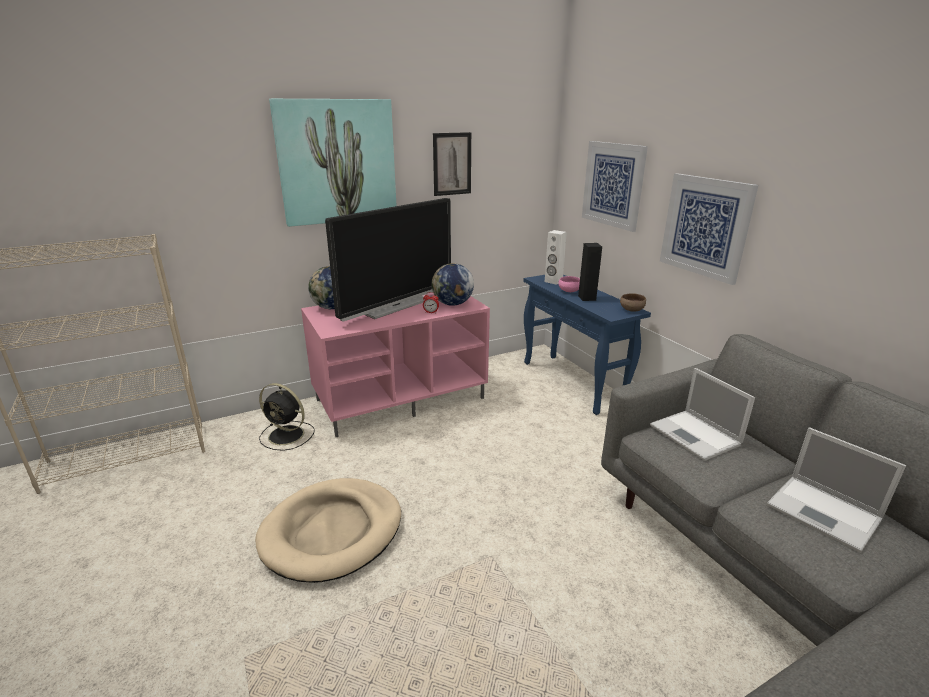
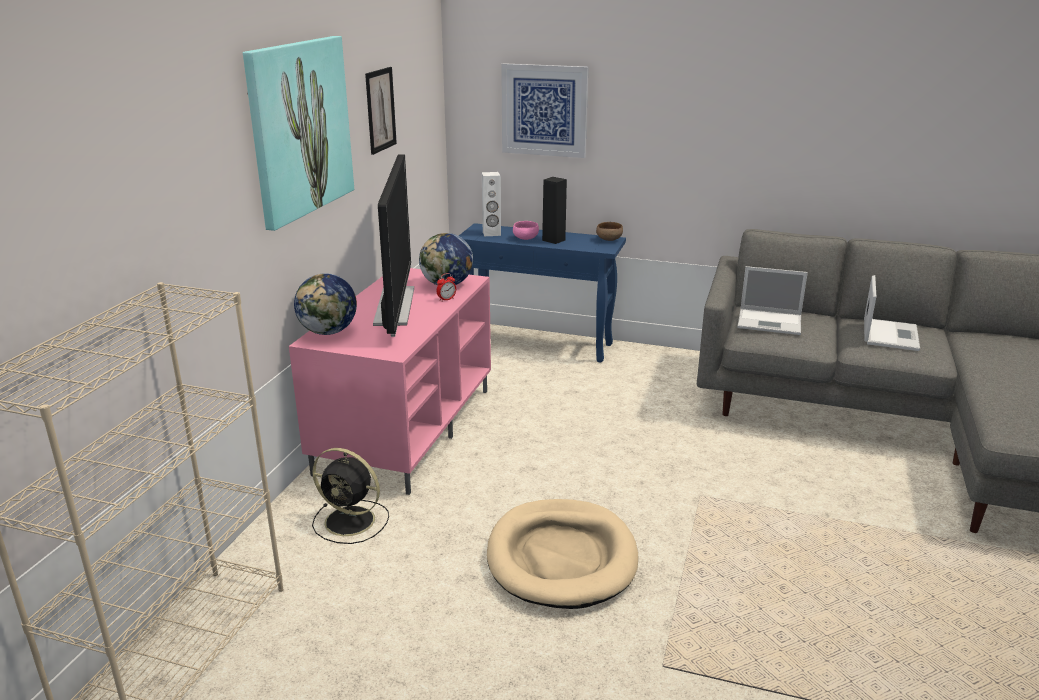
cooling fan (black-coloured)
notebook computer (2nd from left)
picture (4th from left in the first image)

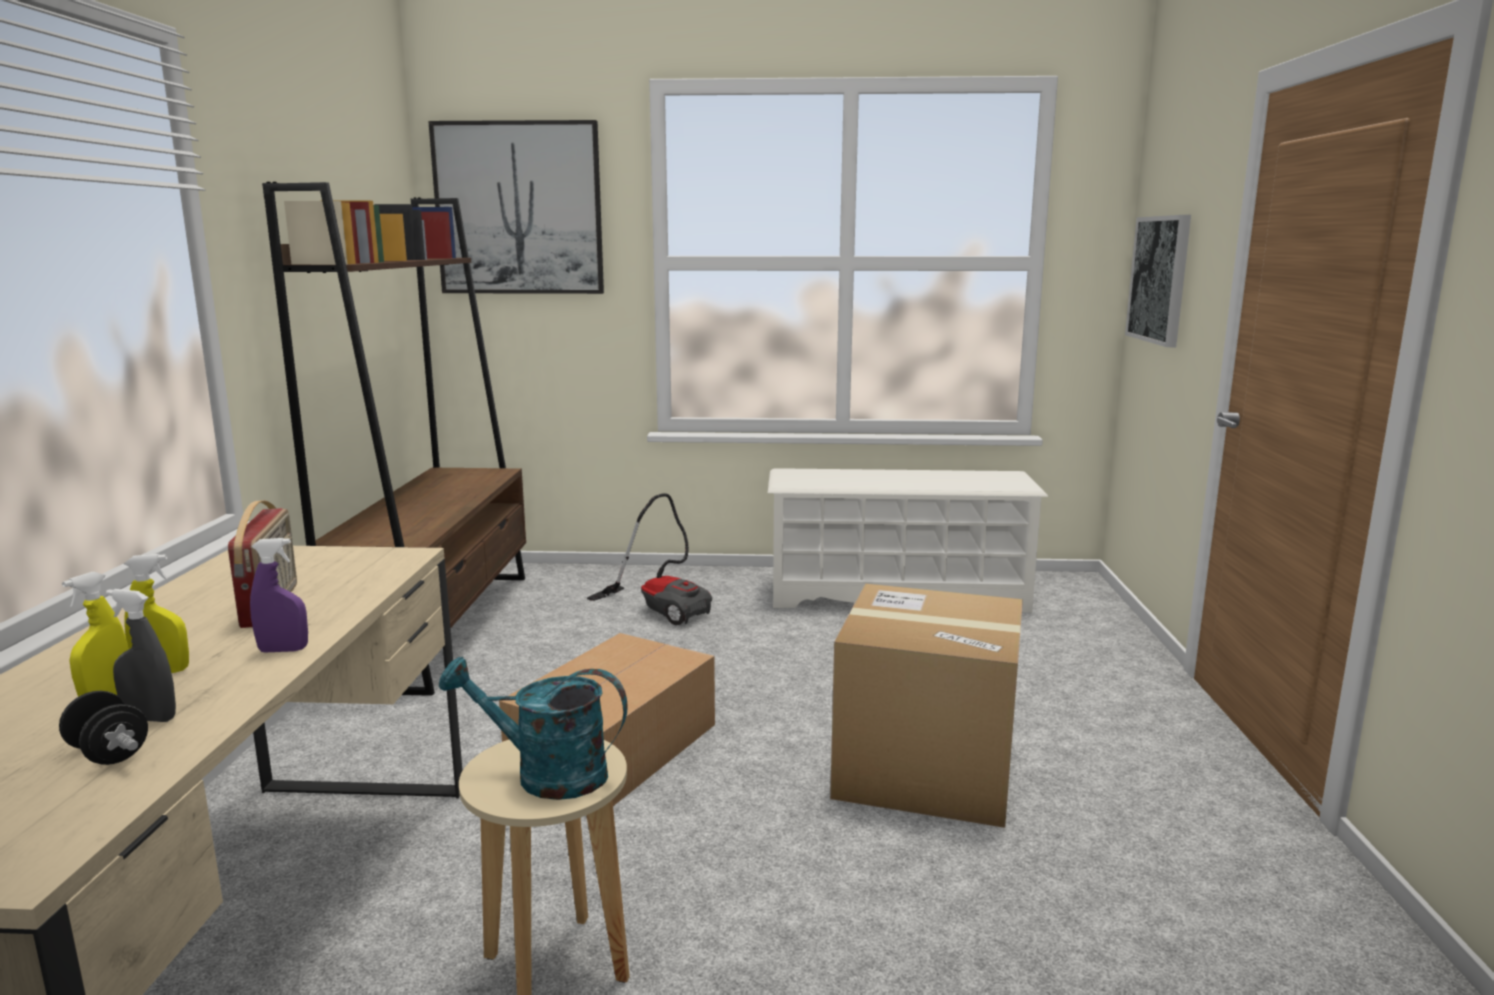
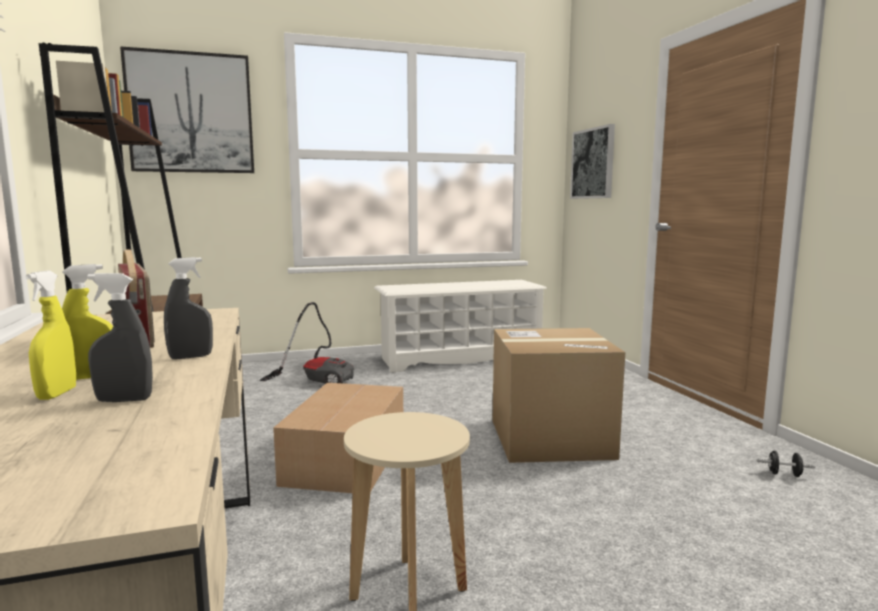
hand sprayer (greyish) (2nd from left)
hand weight (black-coloured)
watering pot (turquoise)

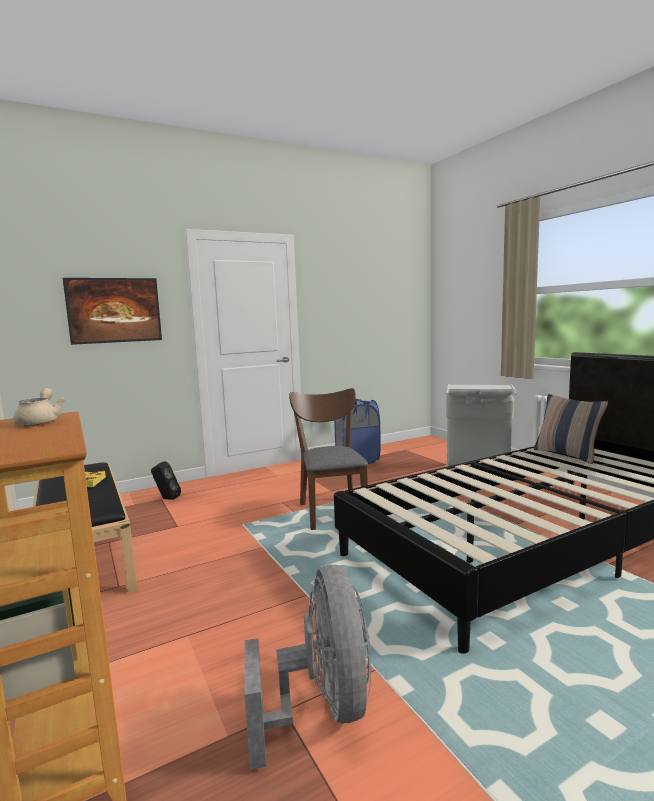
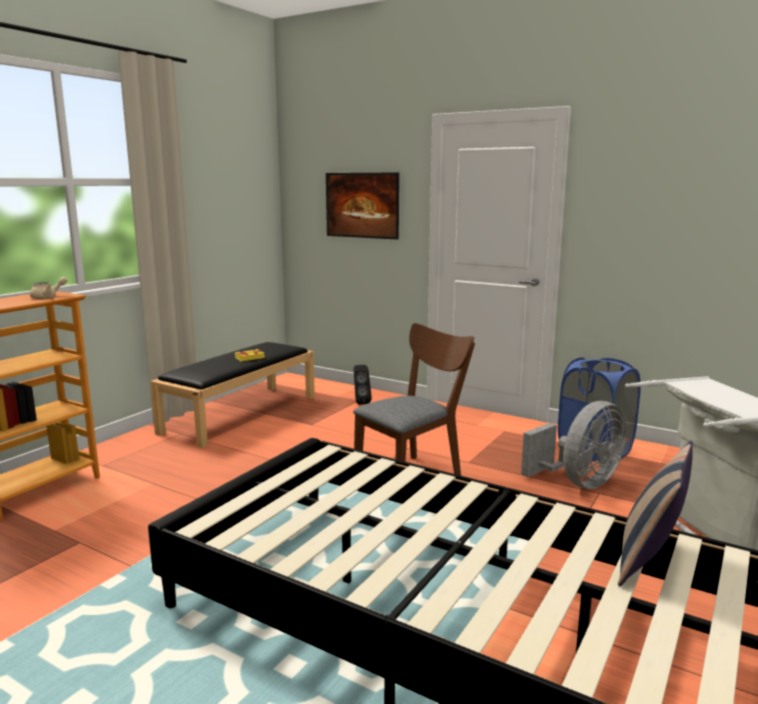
cooling fan (greyish)

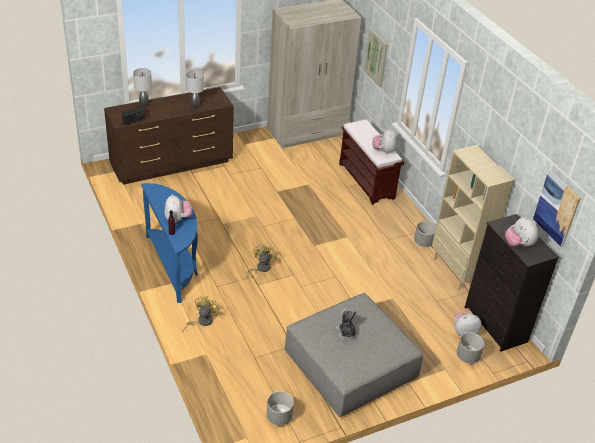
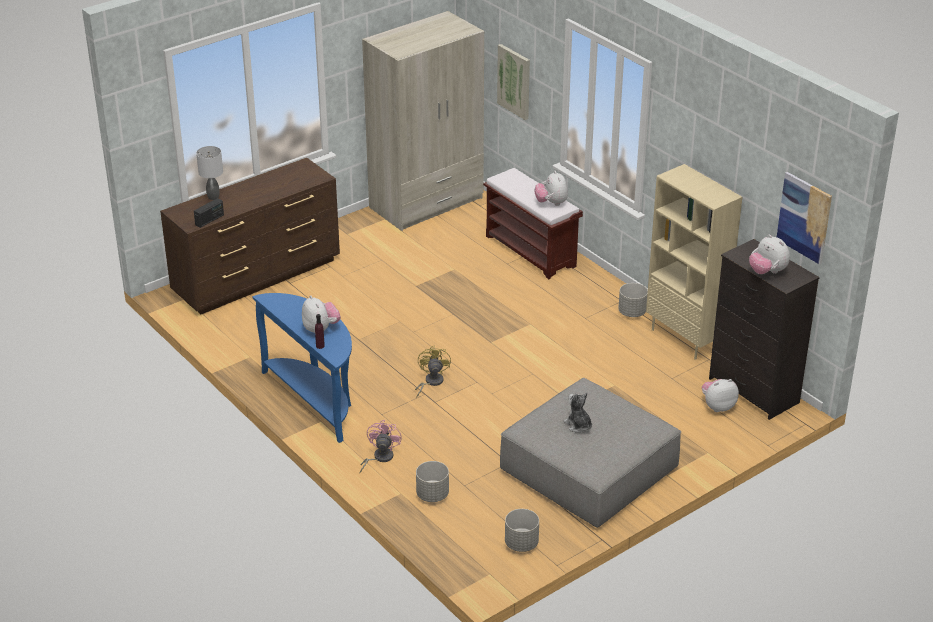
cooling fan (pink)
planter (greyish) (1st from left)
table lamp (greyish) (2nd from left in the first image)

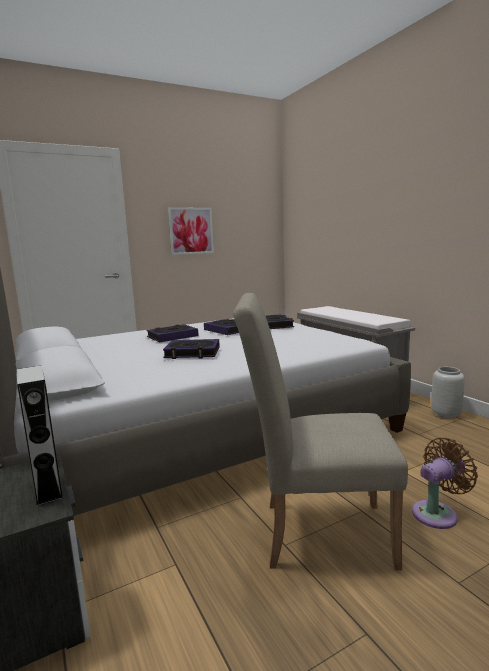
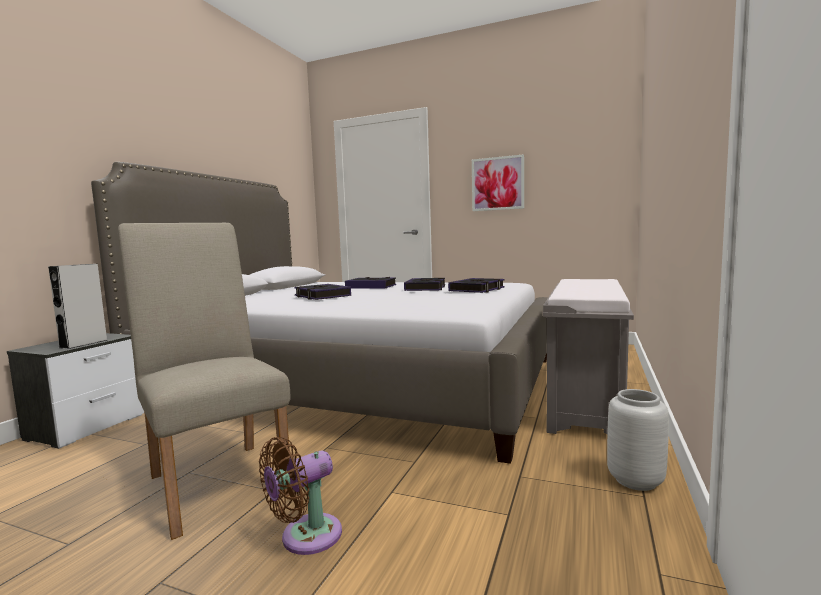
cooling fan (brownish)

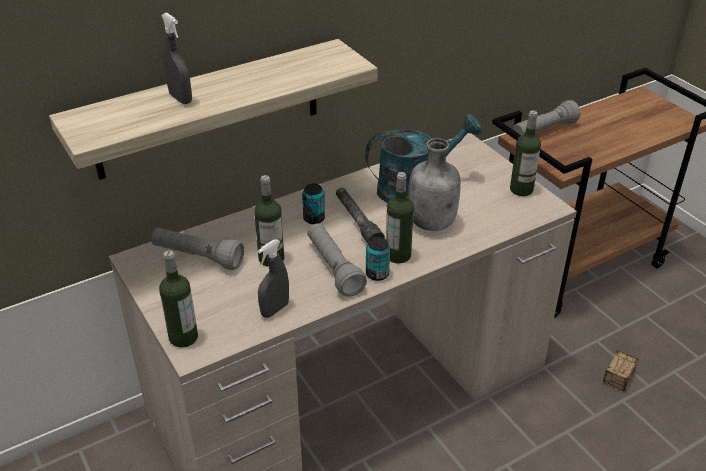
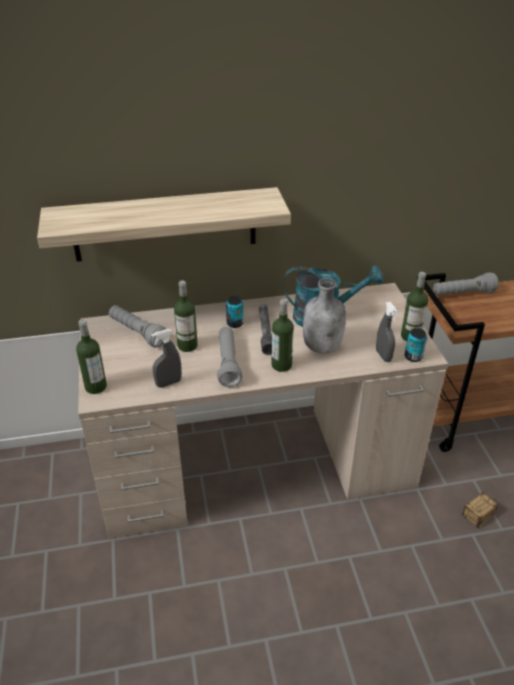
hand sprayer (greyish) (2nd from left)
can (2nd from left)

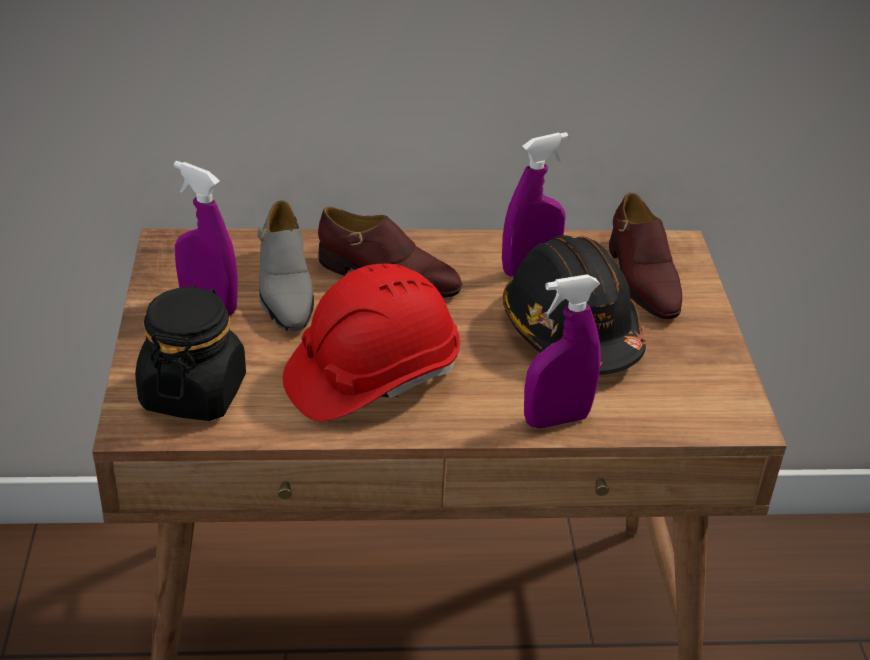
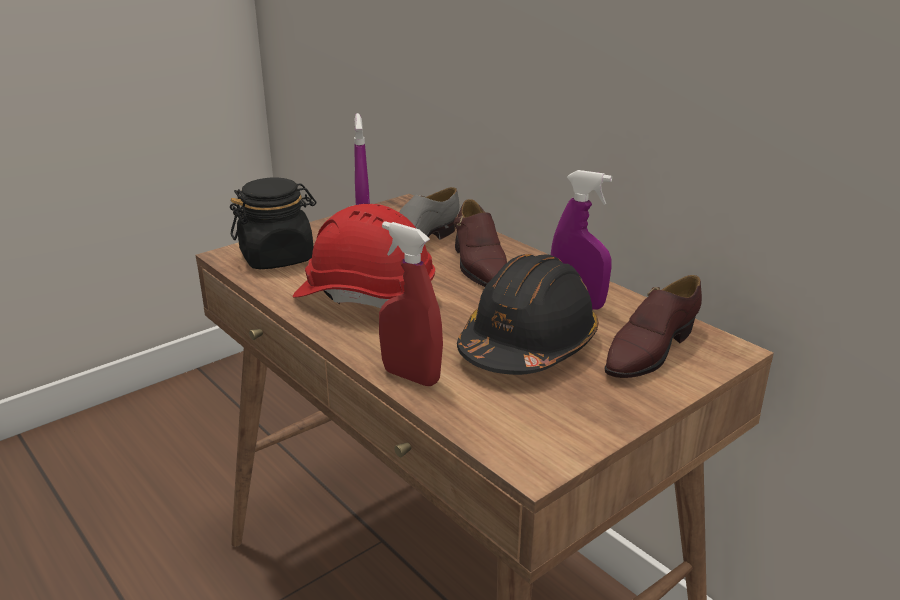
hand sprayer (reddish)

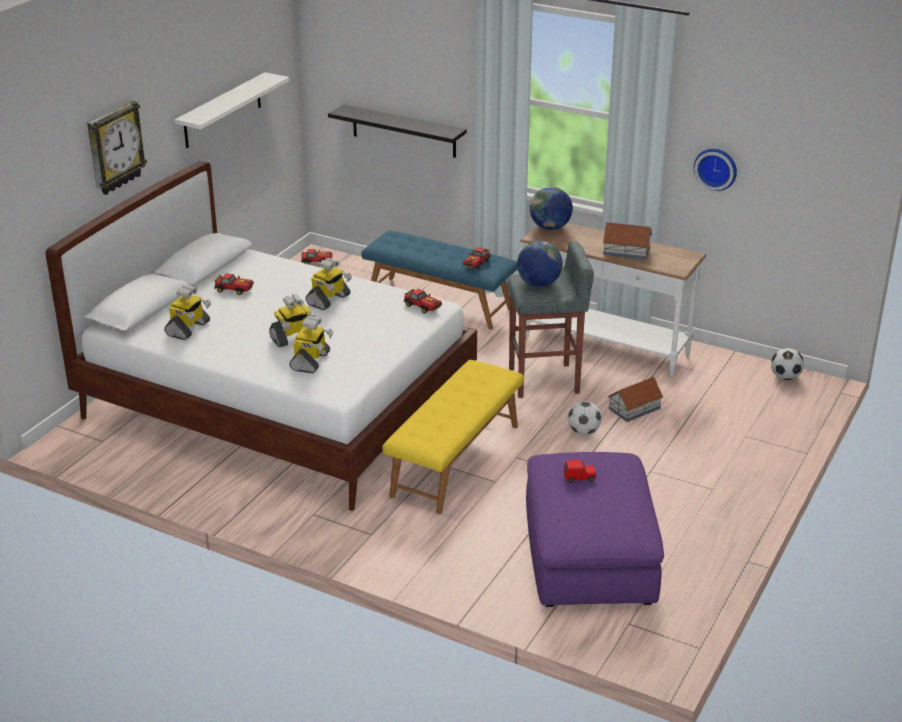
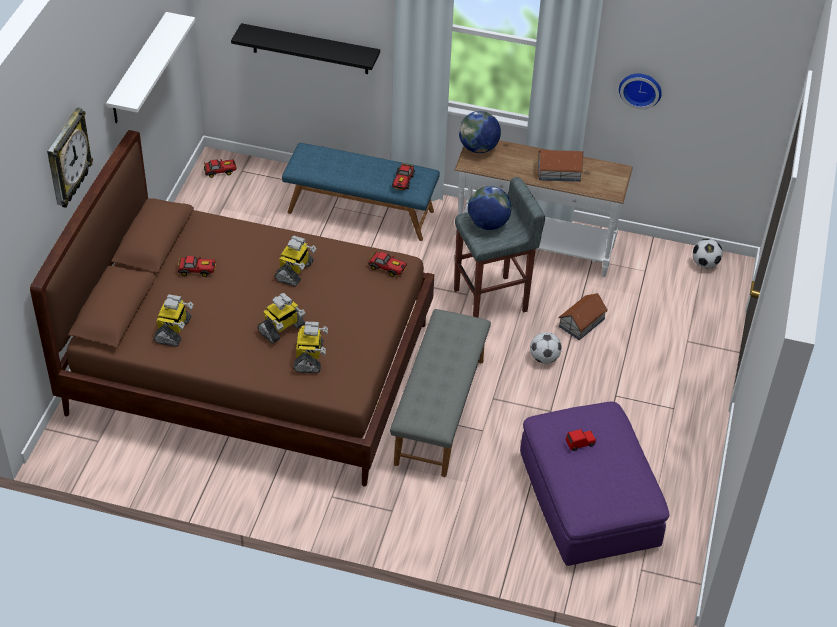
bed (brownish)
long seat (greyish)

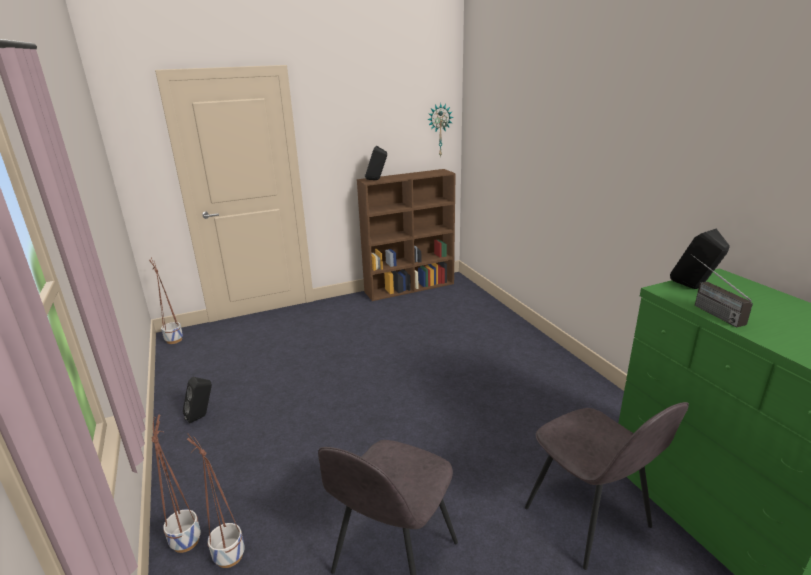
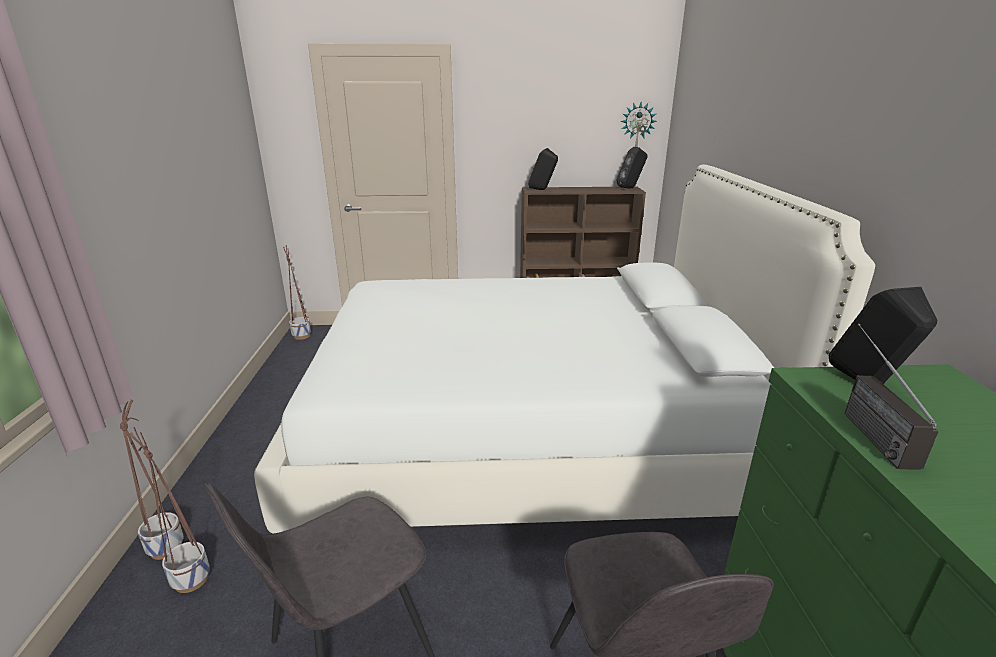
bed (white-coloured)
loudspeaker (black-coloured) (2nd from left)

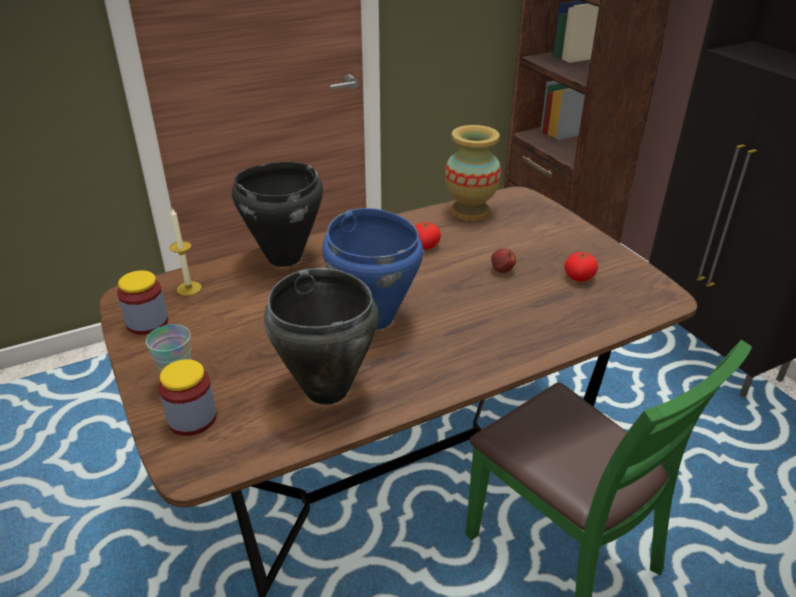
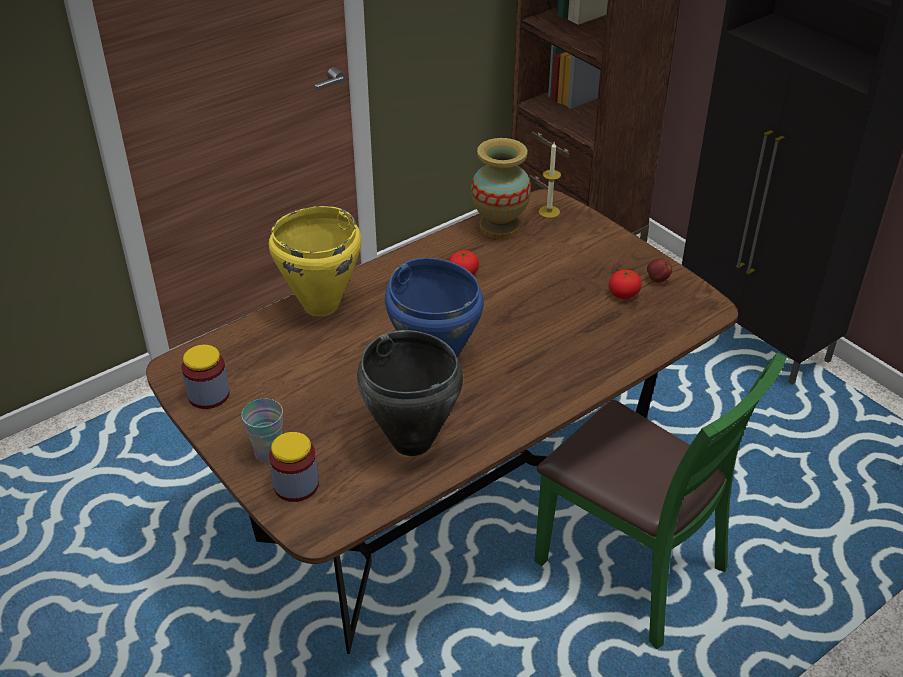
stockpot (yellow)
wax light
apple fruit

